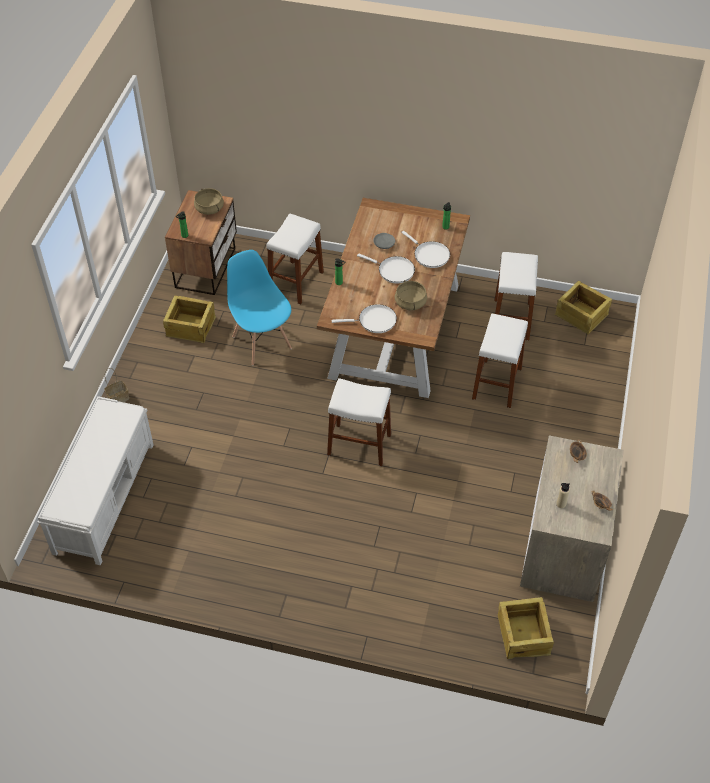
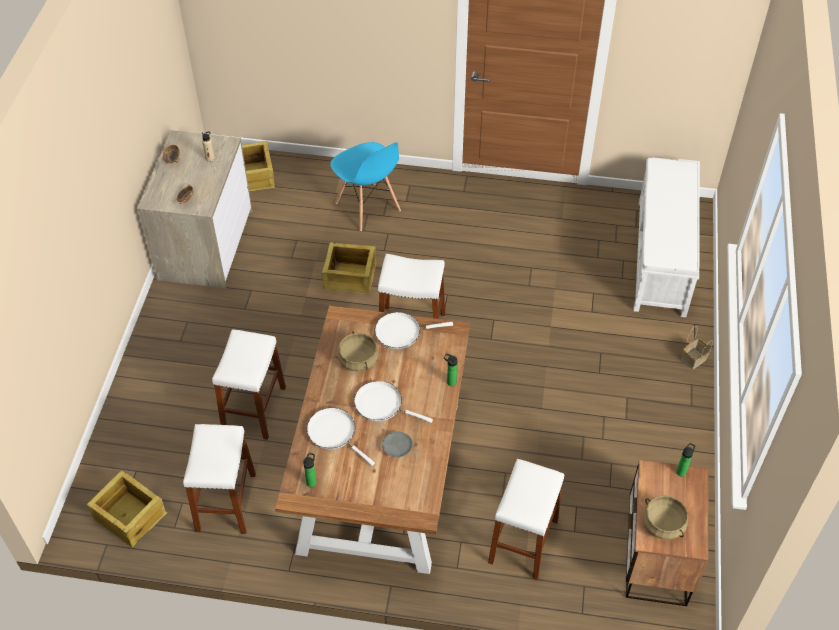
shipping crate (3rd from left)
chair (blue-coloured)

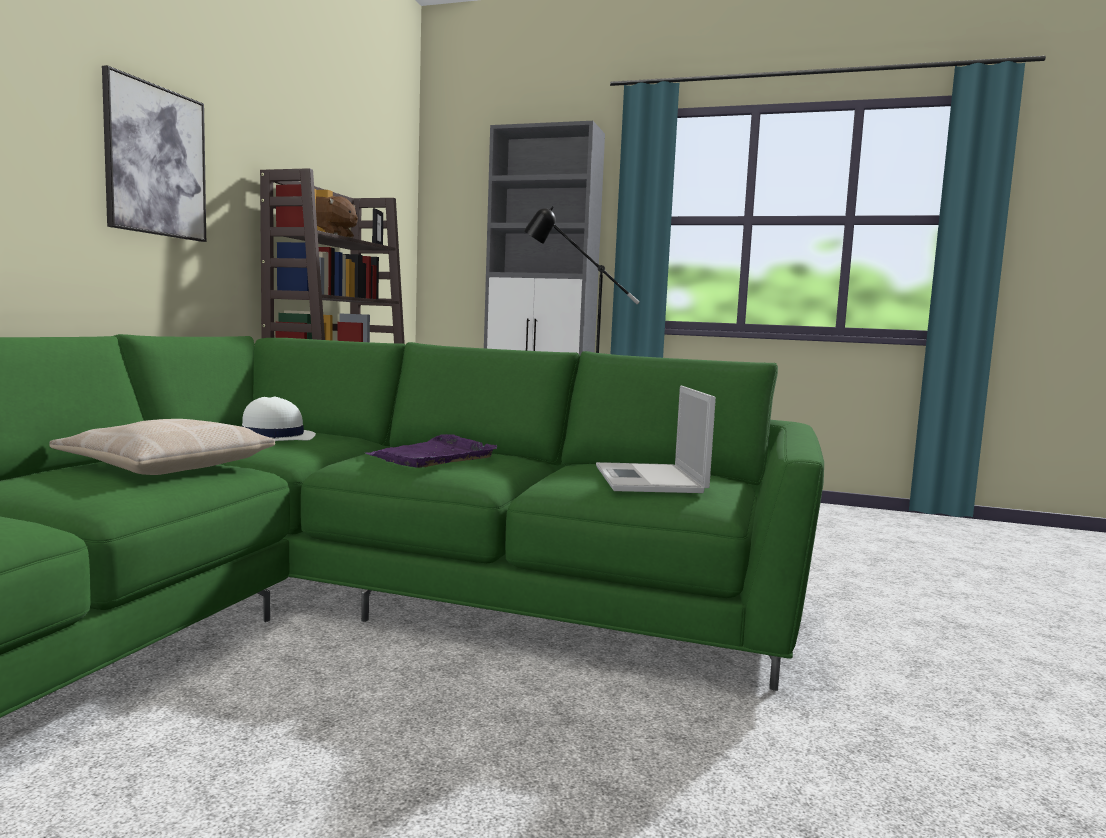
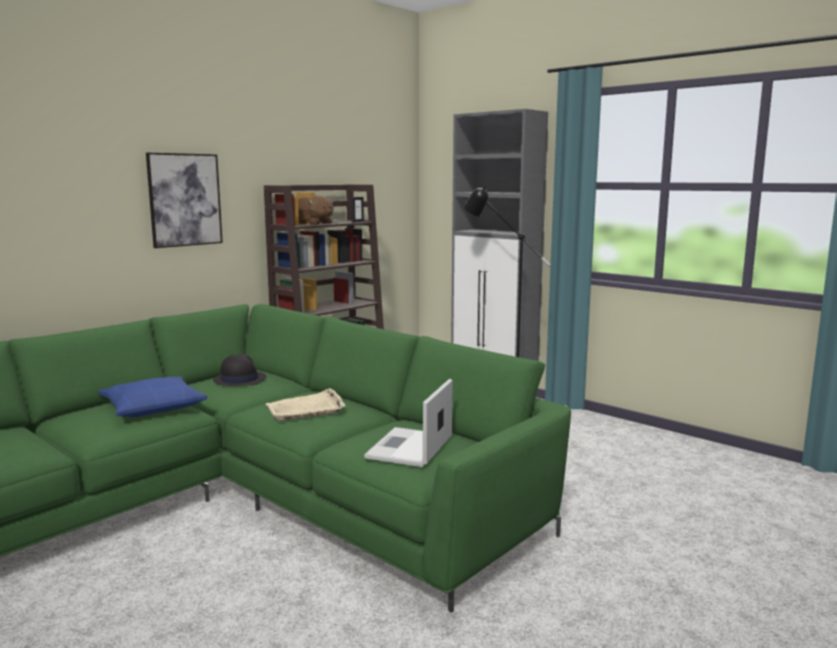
throw pillow (blue-coloured)
hat (black-coloured)
carrying tray (sand-coloured)

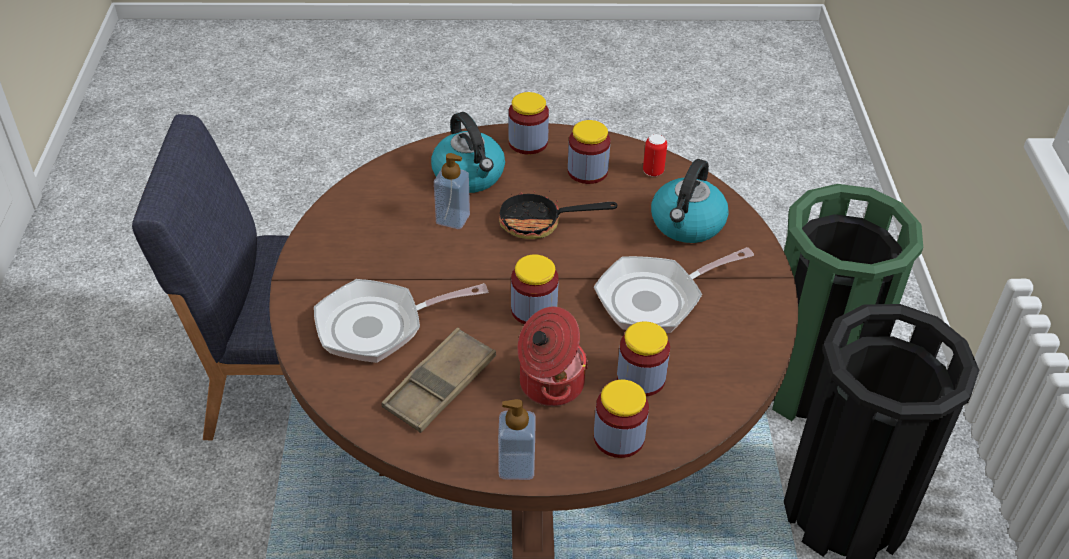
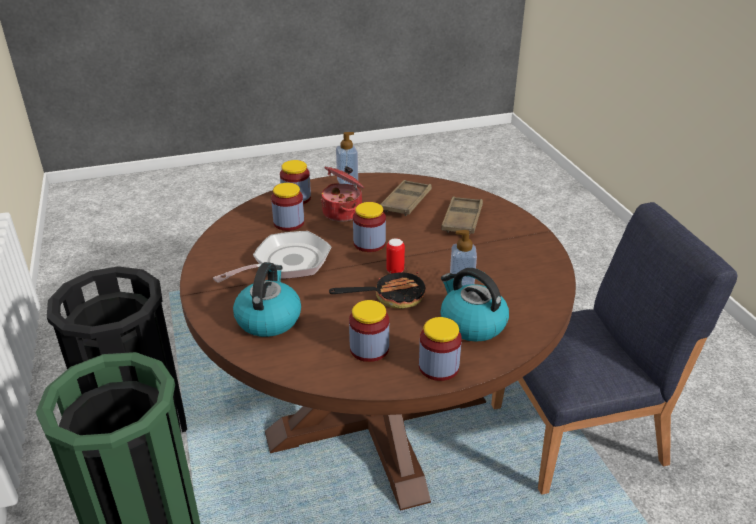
can
carrying tray (brownish) (2nd from left)

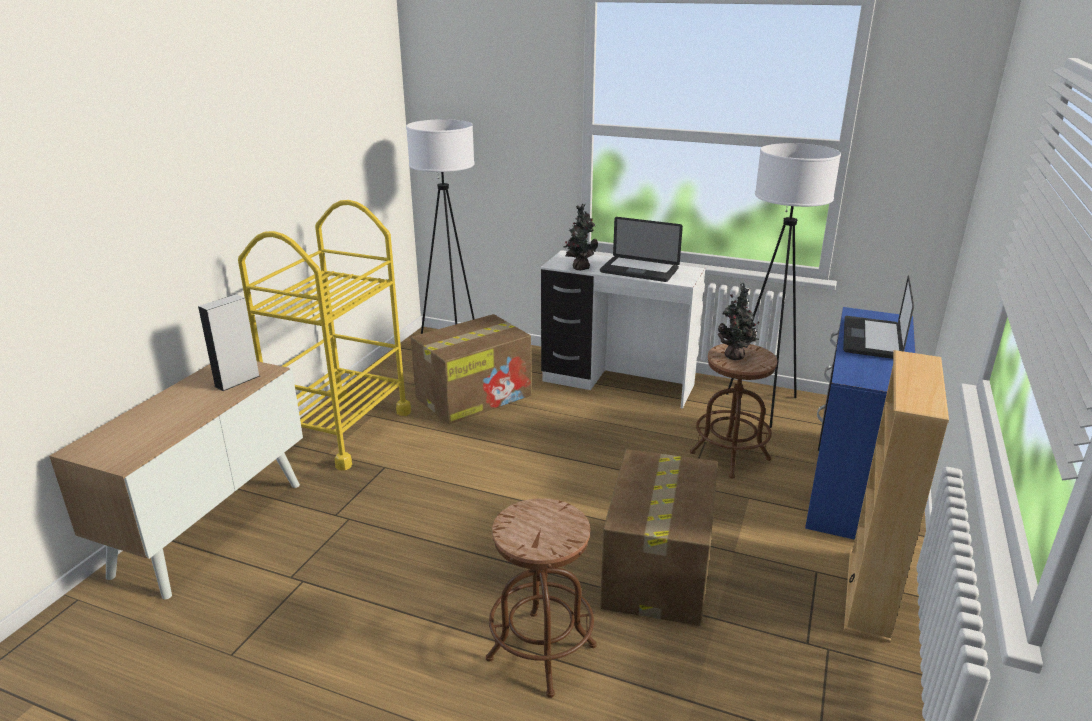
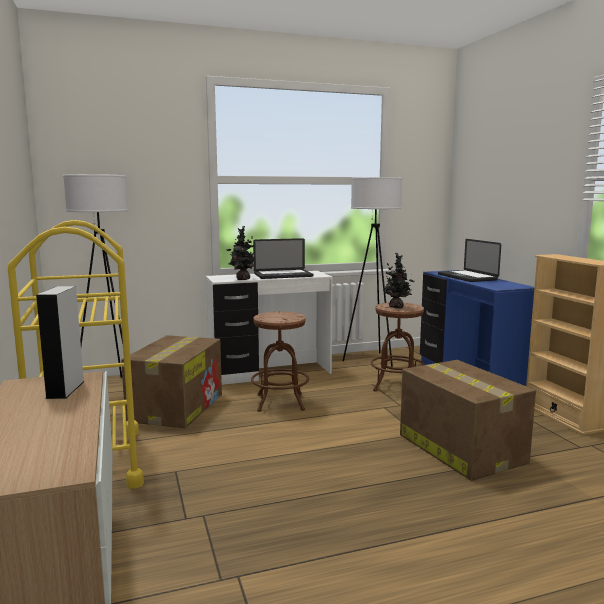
stool (brownish) (1st from left)

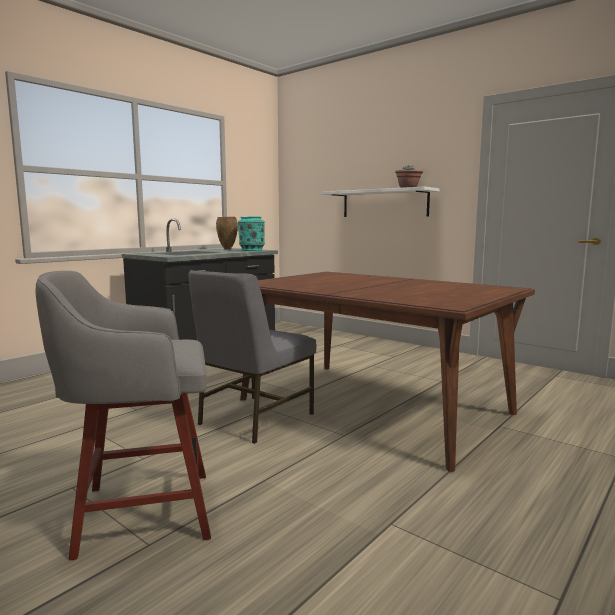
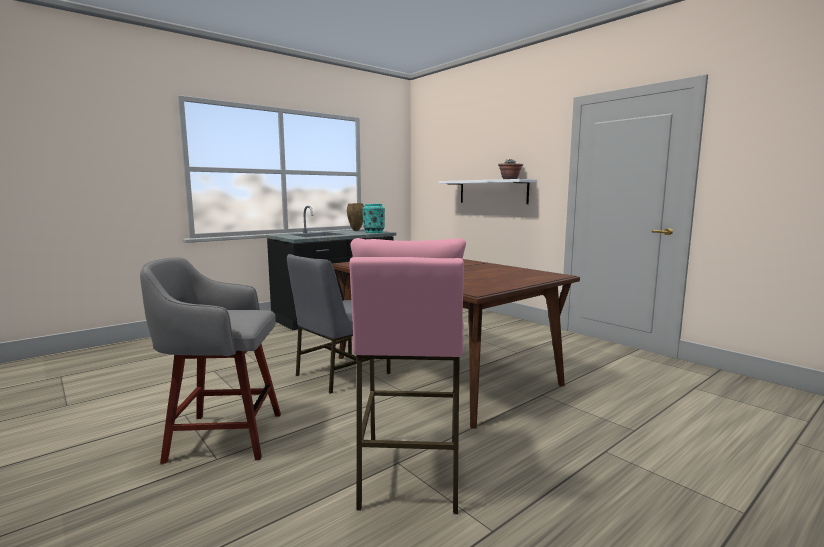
stool (pink)

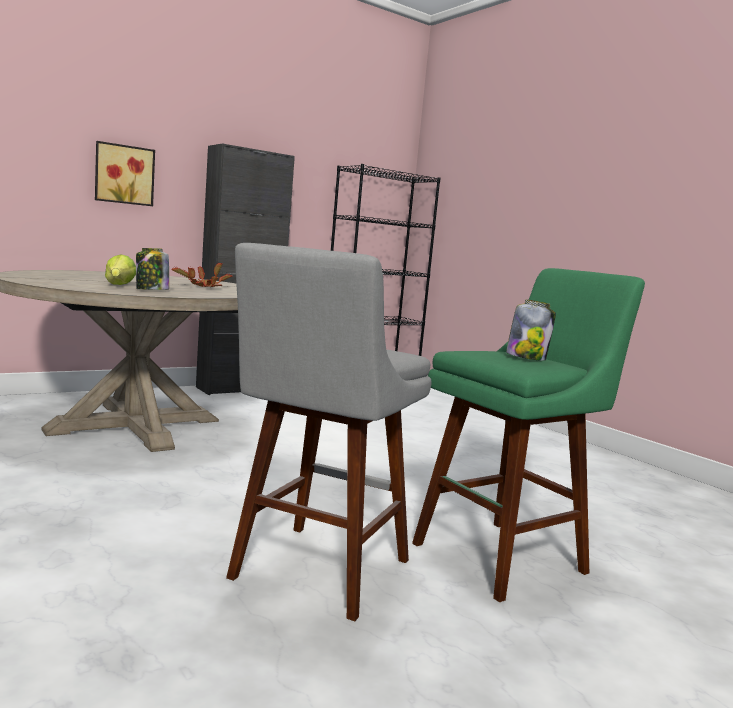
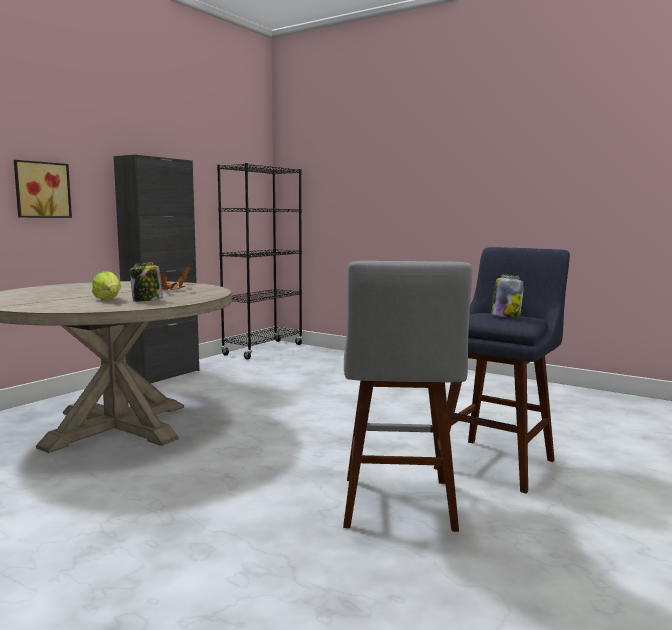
stool (blue-coloured)

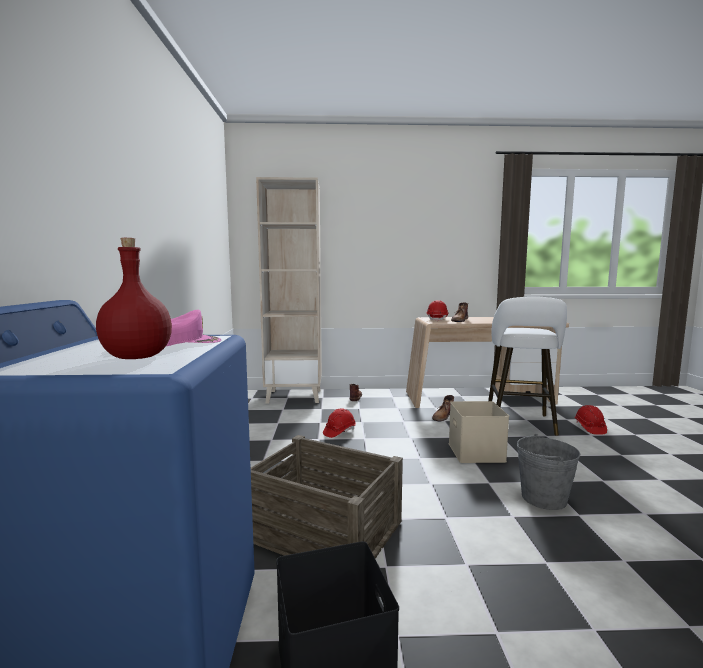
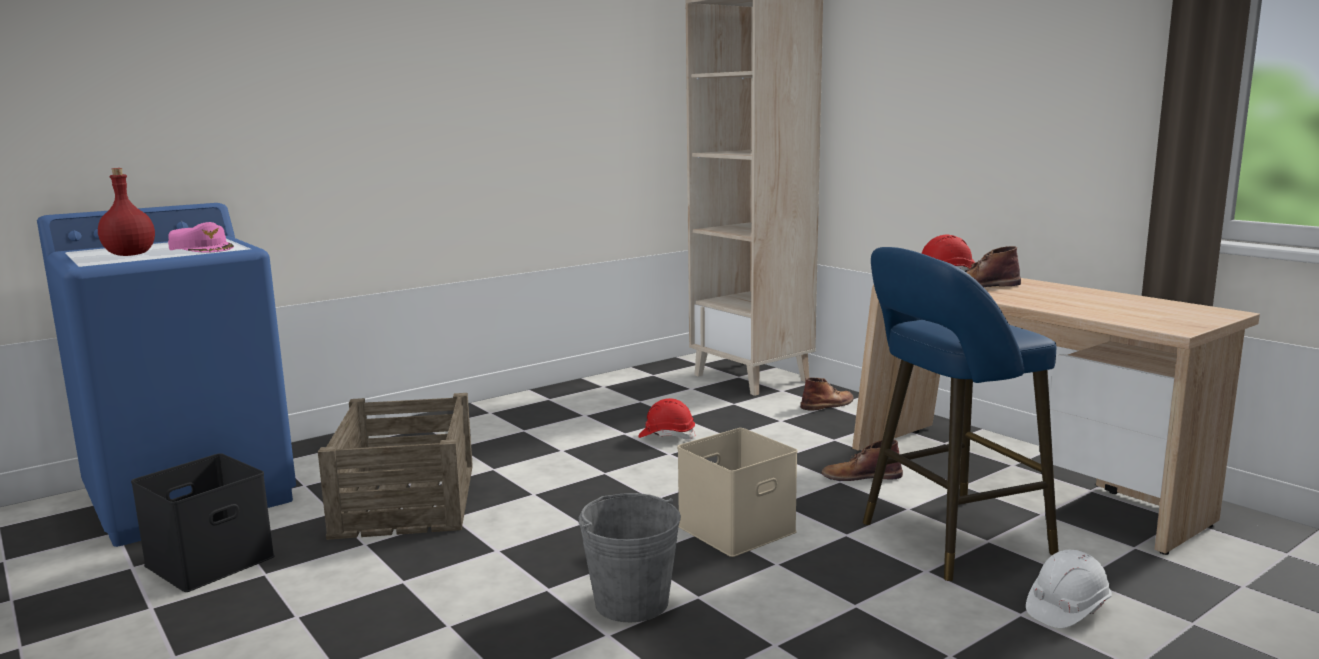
stool (blue-coloured)
work helmet (white-coloured)

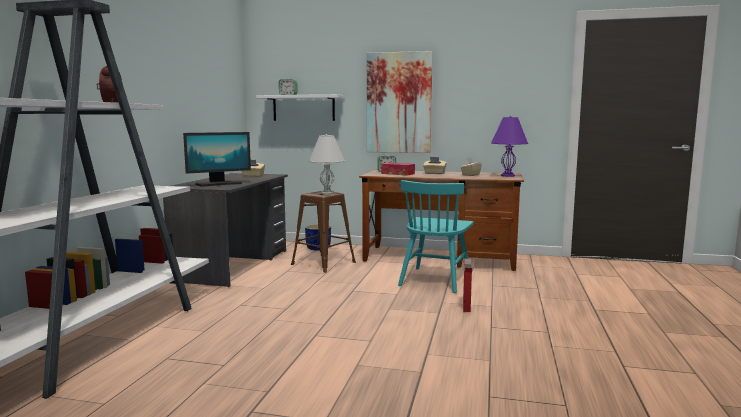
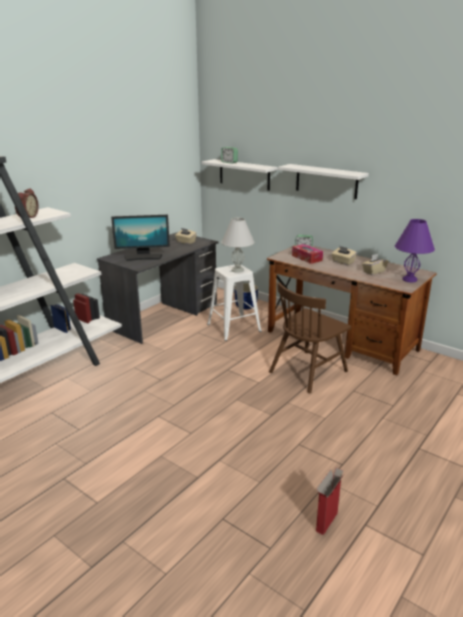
stool (white-coloured)
chair (brownish)
wall shelf (white-coloured) (2nd from left)
packing box

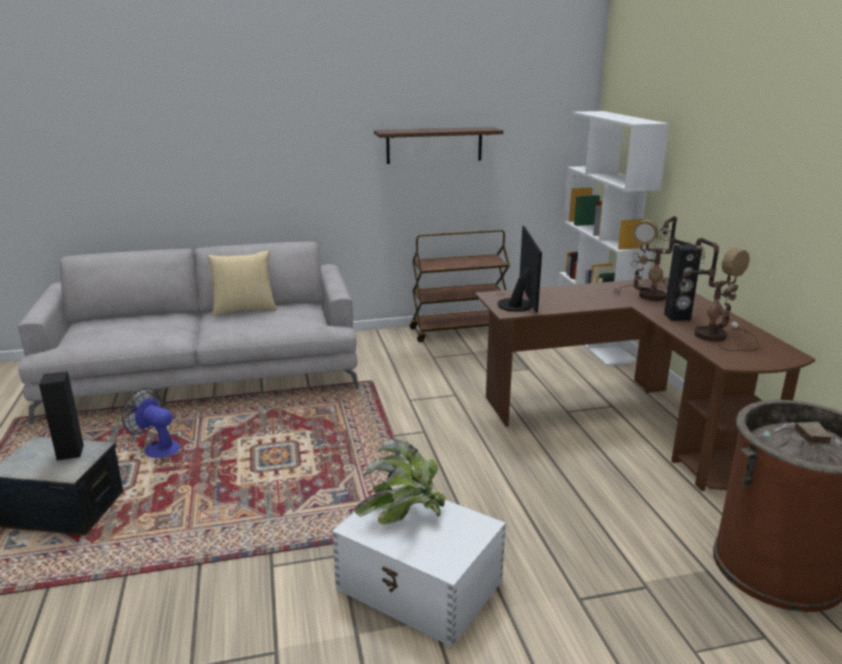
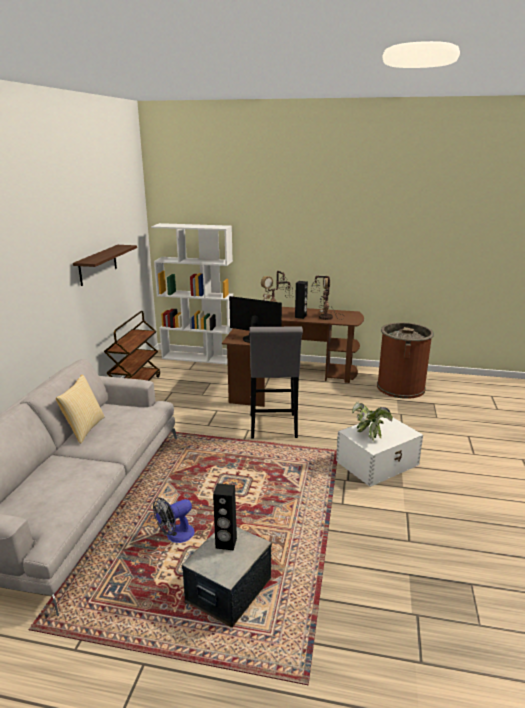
stool (greyish)

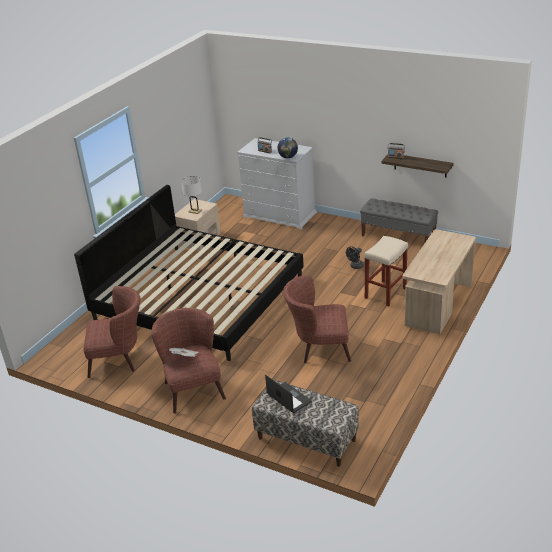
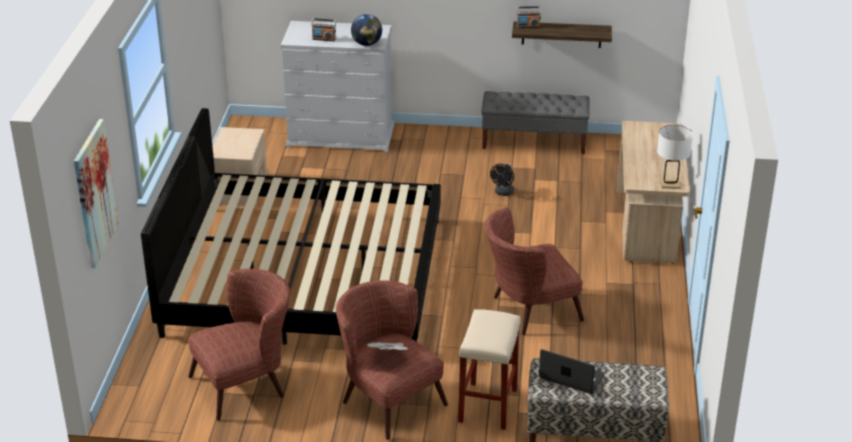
picture
stool (sand-coloured)
table lamp (white-coloured)

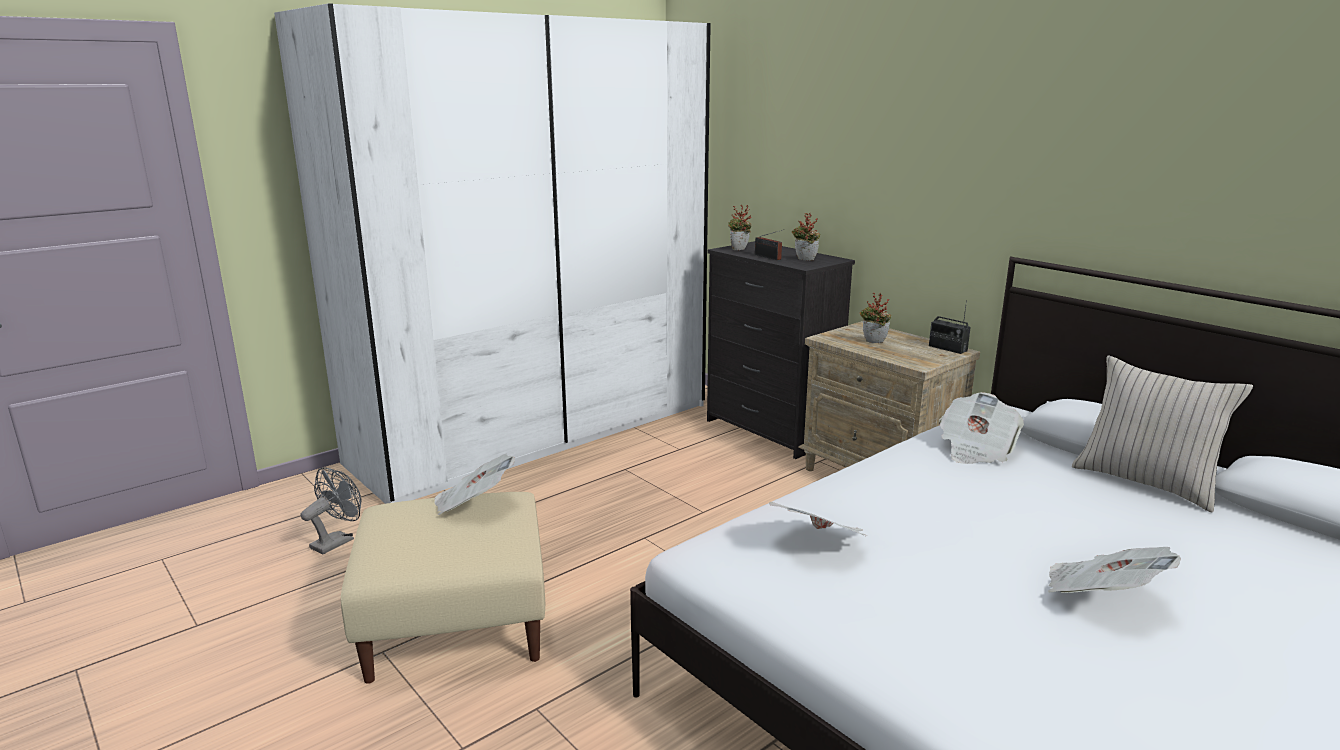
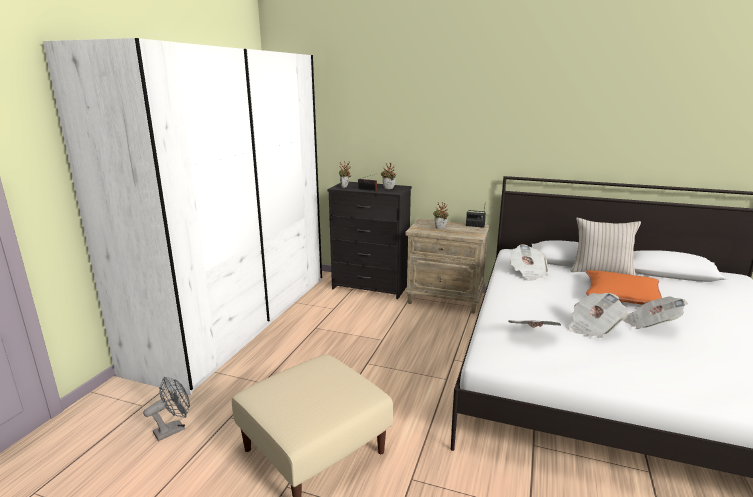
cooling fan (greyish)
newspaper (3rd from left)
throw pillow (orangey)

